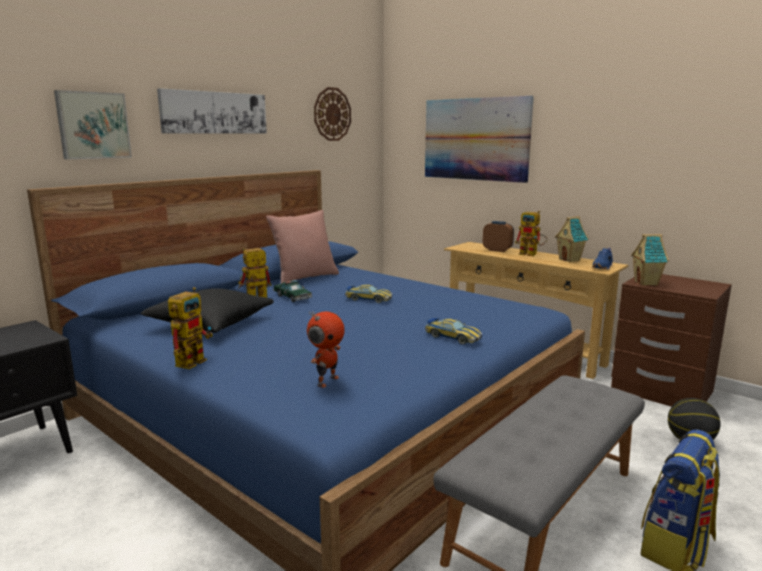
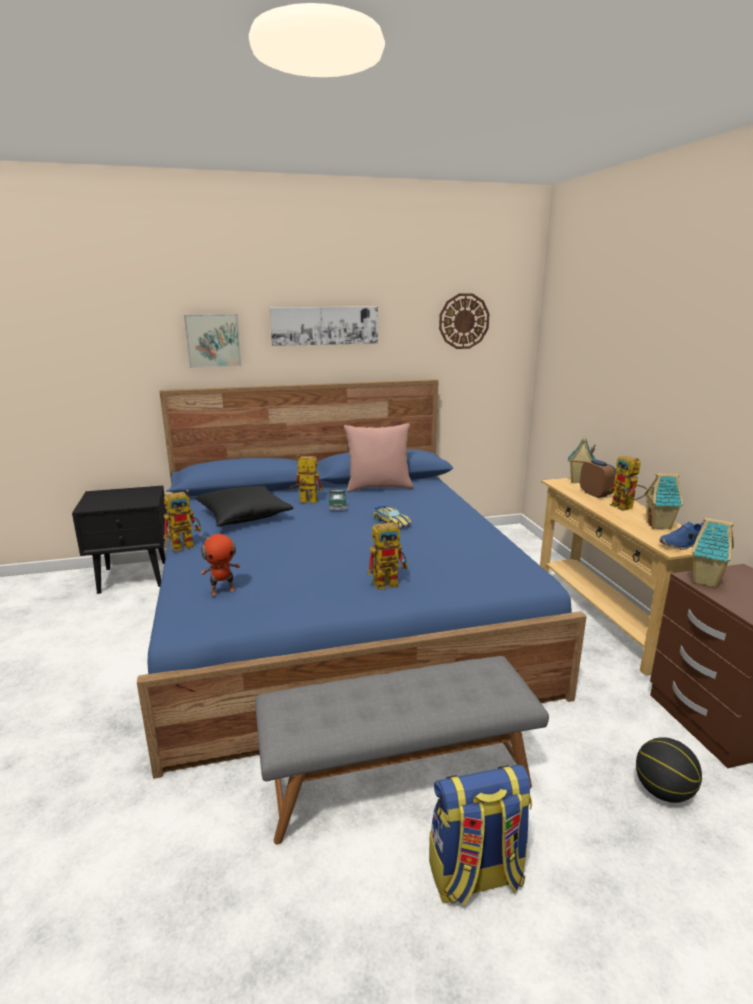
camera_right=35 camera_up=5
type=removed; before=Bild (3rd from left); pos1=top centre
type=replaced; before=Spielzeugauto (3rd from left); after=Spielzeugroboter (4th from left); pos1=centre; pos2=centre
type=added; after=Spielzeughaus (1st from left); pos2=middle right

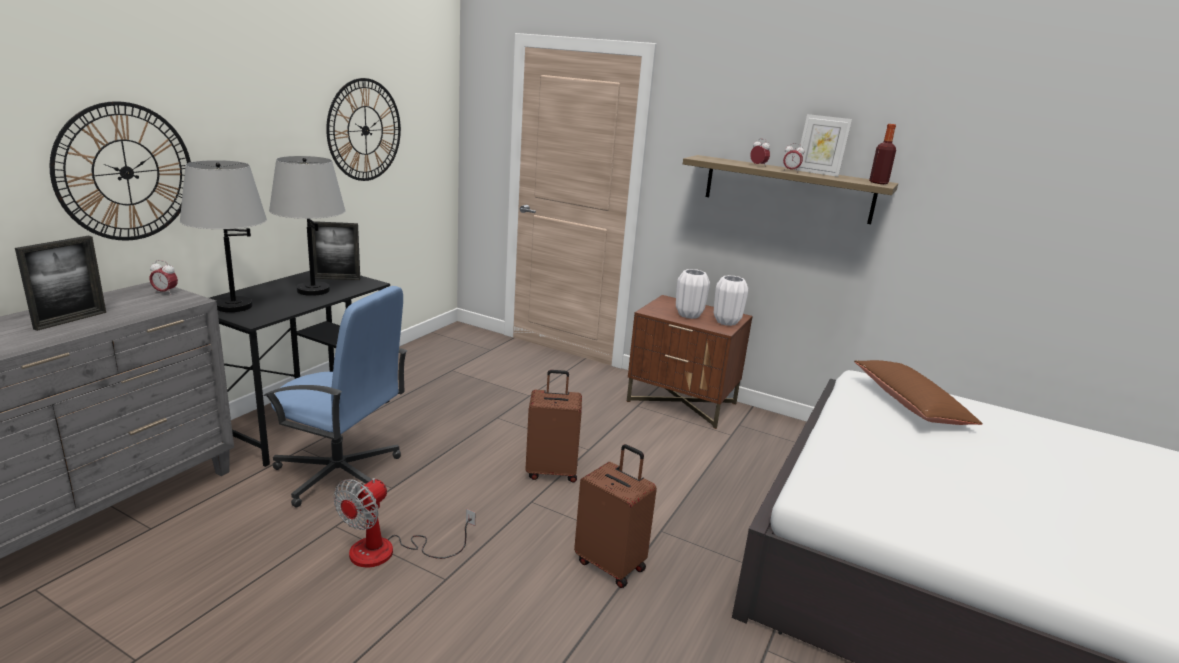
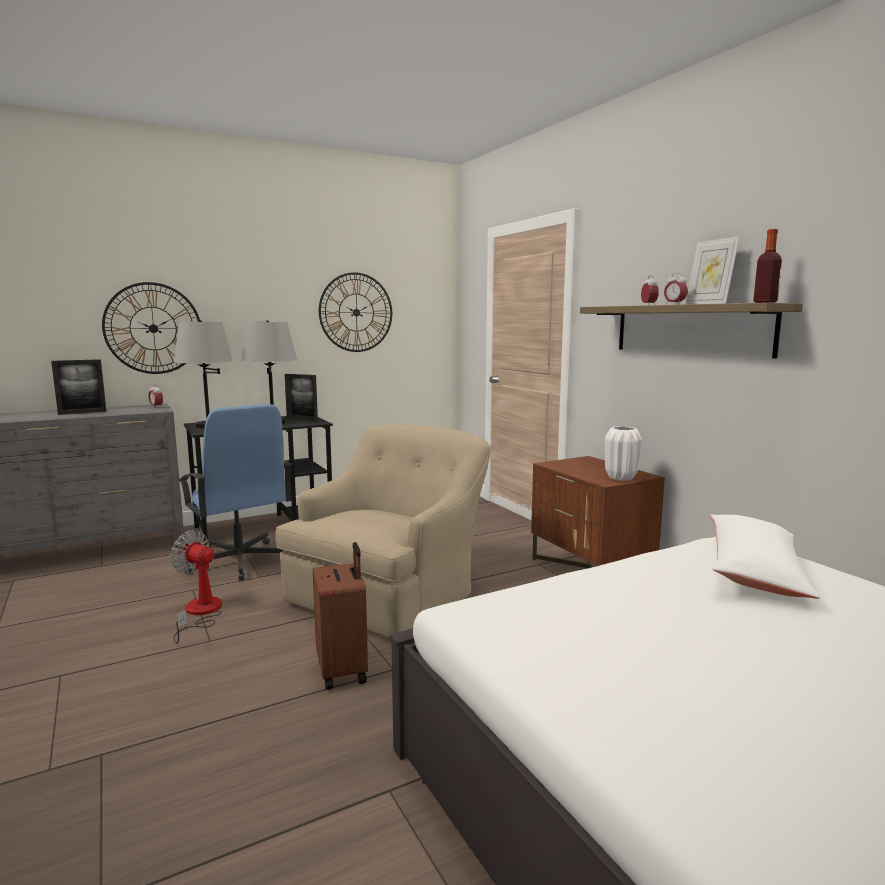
camera_right=35 camera_up=-10
type=removed; before=Vase [weiß] (1st from left); pos1=centre
type=recoloured; before=Kissen [braun]; after=Kissen [weiß]; pos1=middle right; pos2=middle right
type=replaced; before=Koffer [braun] (1st from left); after=Sessel [beige]; pos1=centre; pos2=centre
type=turned; before=Ventilator; pos1=bottom centre; pos2=middle left; turn=60

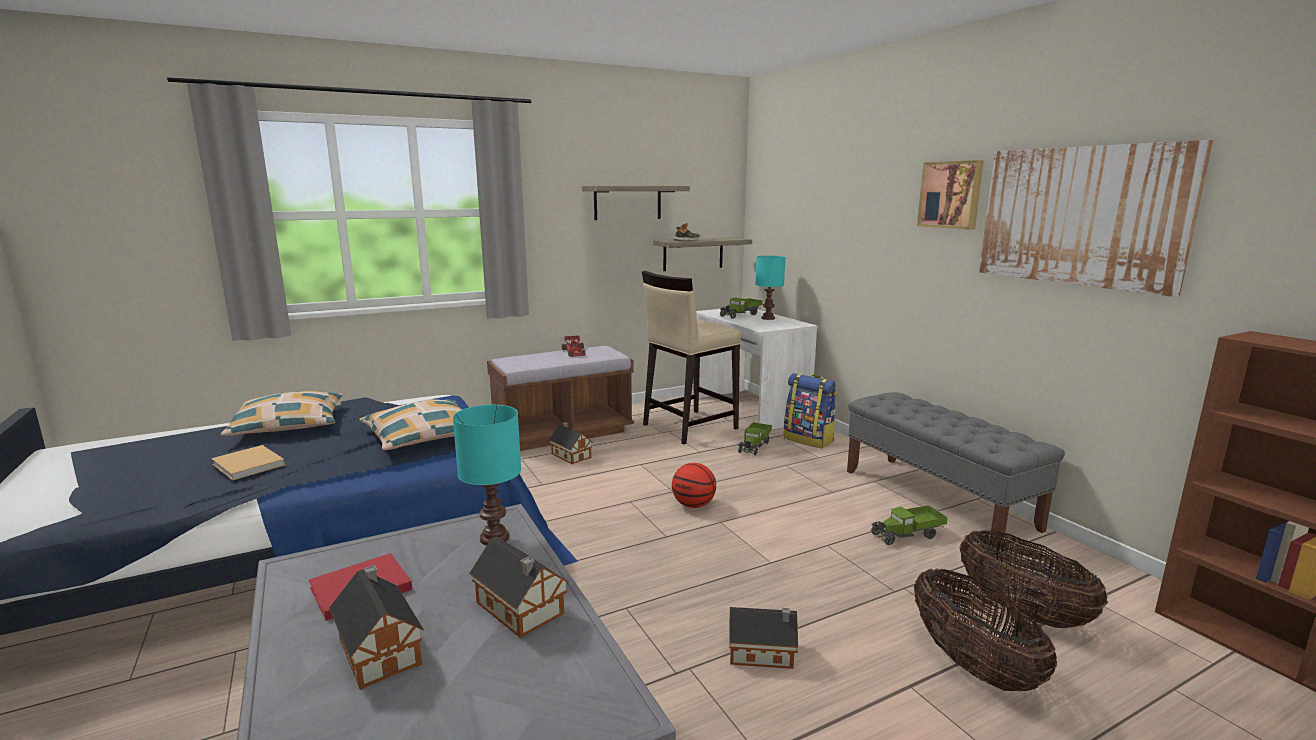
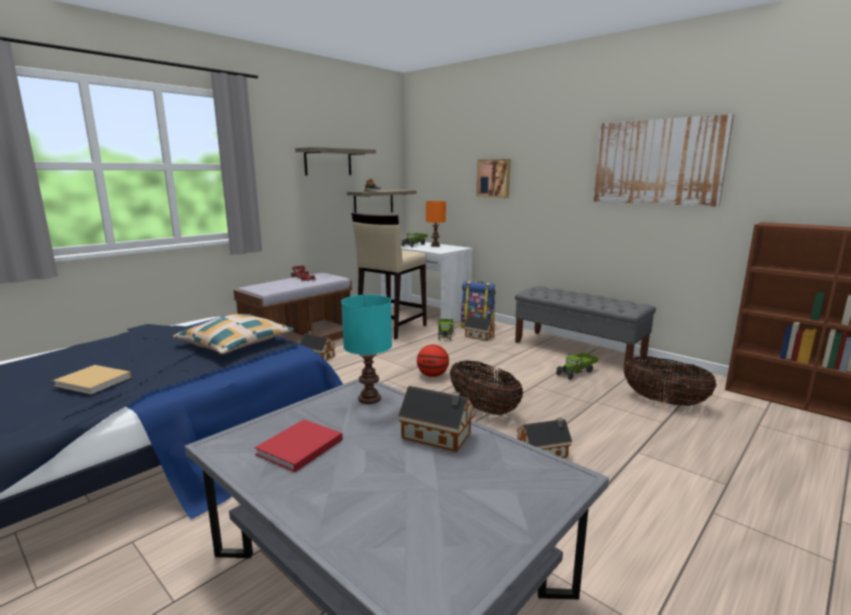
camera_right=-20 camera_up=0
type=moved; before=Bild (1st from left); pos1=top right; pos2=top centre
type=recoloured; before=Tischlampe [türkis] (2nd from left); after=Tischlampe [orange]; pos1=centre; pos2=centre
type=removed; before=Kissen (1st from left); pos1=middle left
type=moved; before=Spielzeughaus (1st from left in the first image); after=Spielzeughaus (3rd from left); pos1=bottom left; pos2=centre
type=moved; before=Korb (1st from left); pos1=bottom right; pos2=centre

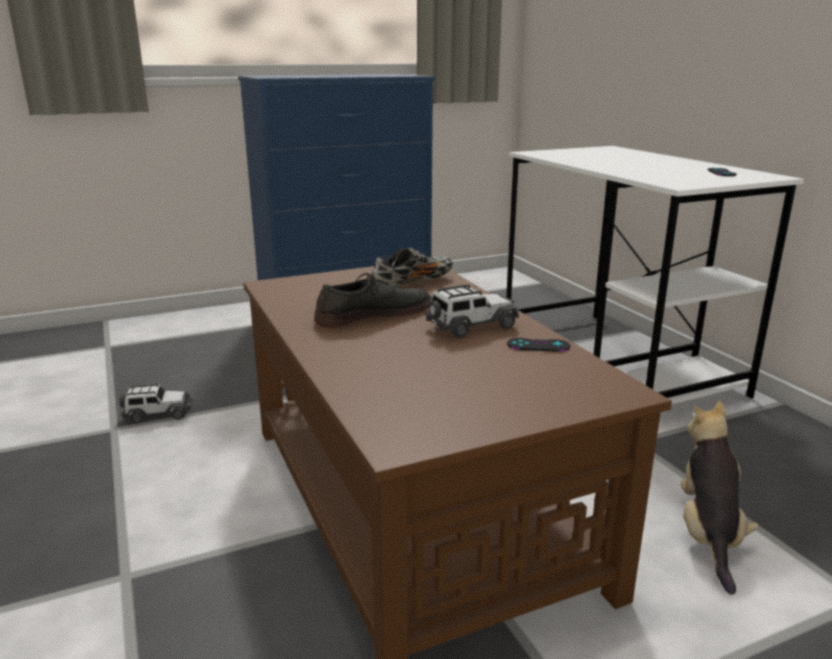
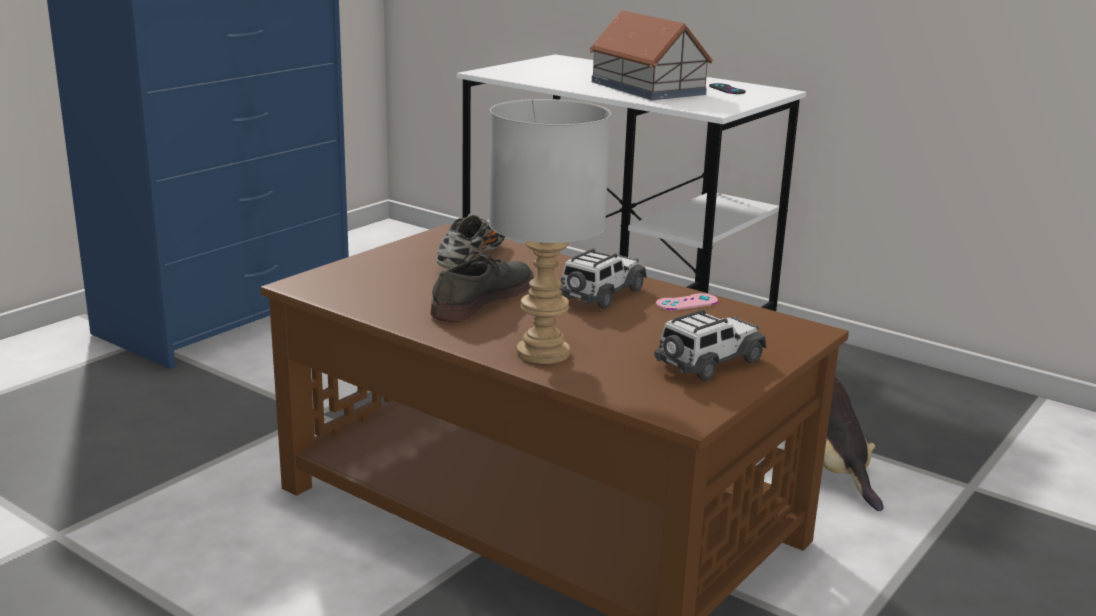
camera_right=-30 camera_up=0
type=recoloured; before=Gamepad [schwarz] (1st from left); after=Gamepad [rosa]; pos1=centre; pos2=centre
type=moved; before=Spielzeugauto (1st from left in the first image); after=Spielzeugauto (2nd from left); pos1=middle left; pos2=centre
type=added; after=Spielzeughaus; pos2=top centre
type=added; after=Tischlampe [grau]; pos2=centre

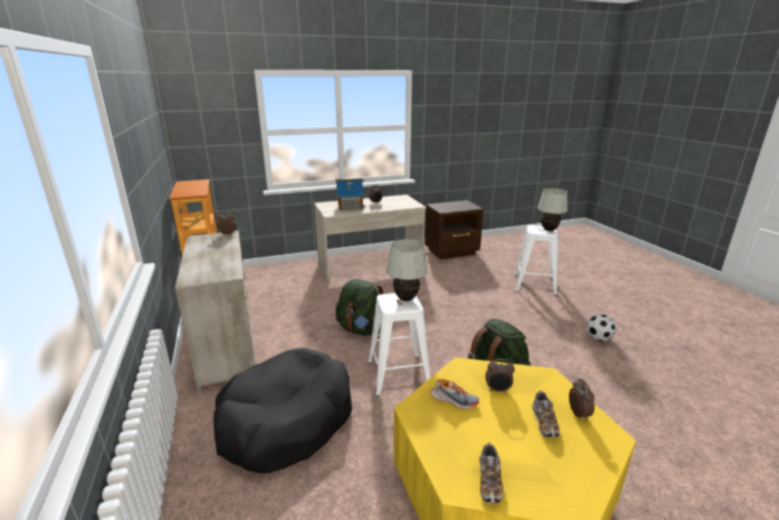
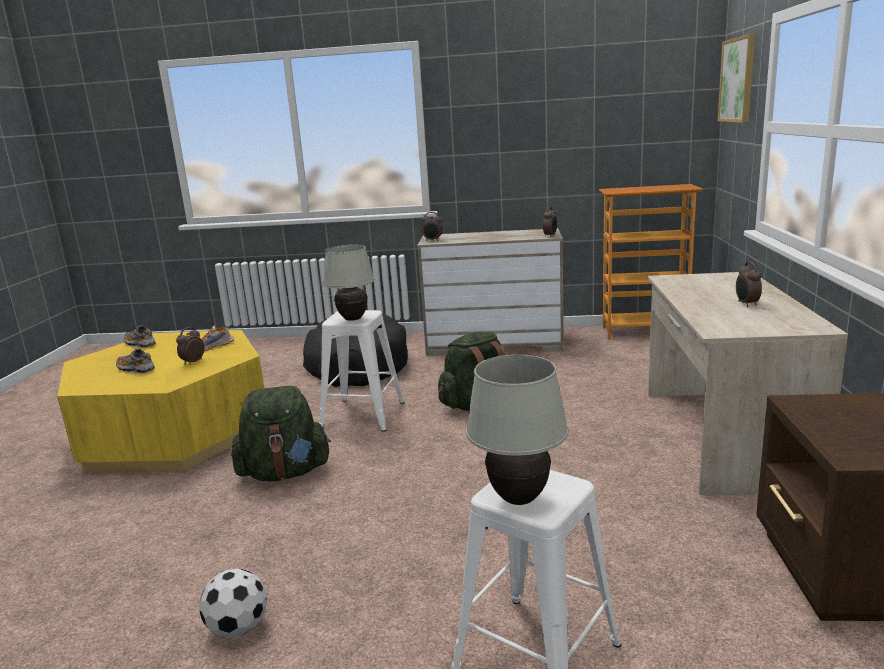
camera_right=115 camera_up=-5
type=removed; before=Spielzeughaus; pos1=centre
type=moved; before=Wecker (4th from left in the first image); after=Wecker (2nd from left); pos1=bottom right; pos2=centre
type=added; after=Bild; pos2=top right

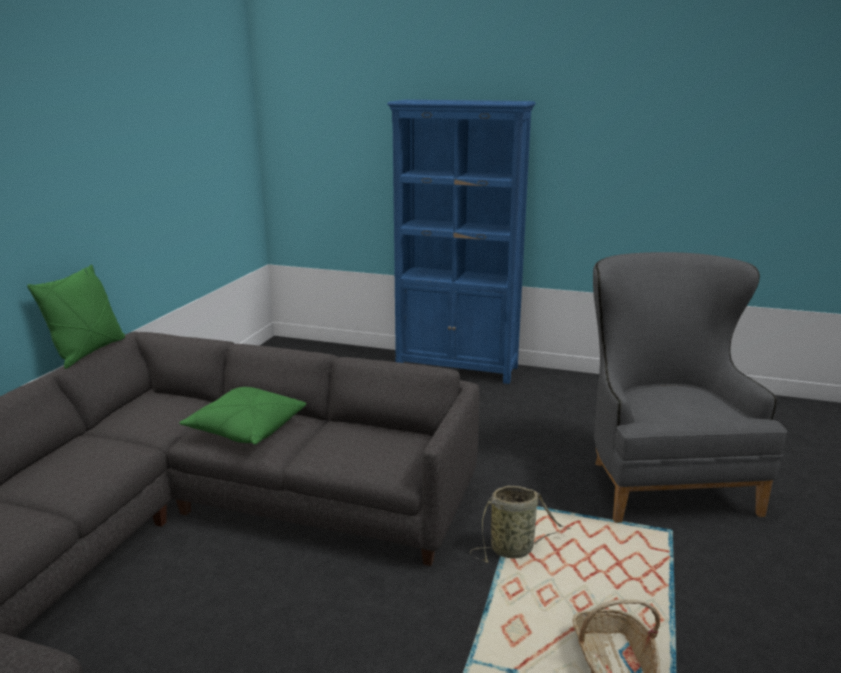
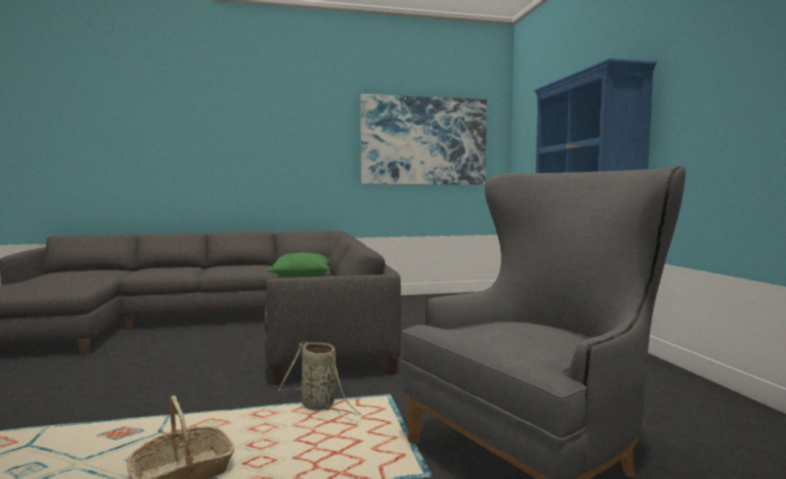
camera_right=60 camera_up=-15
type=removed; before=Kissen [grün] (1st from left); pos1=middle left
type=added; after=Bild; pos2=top centre

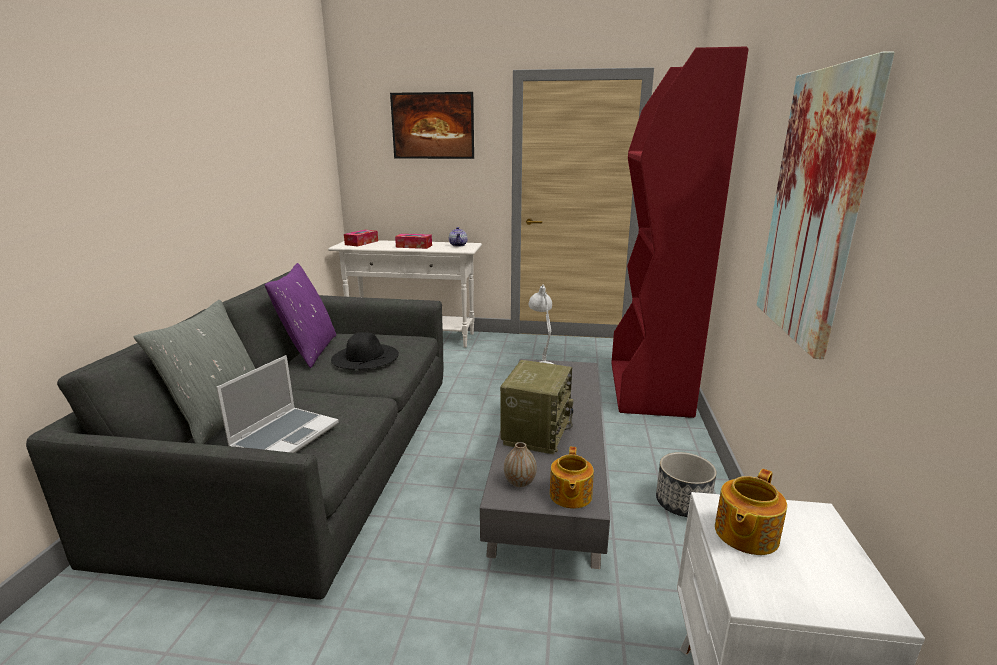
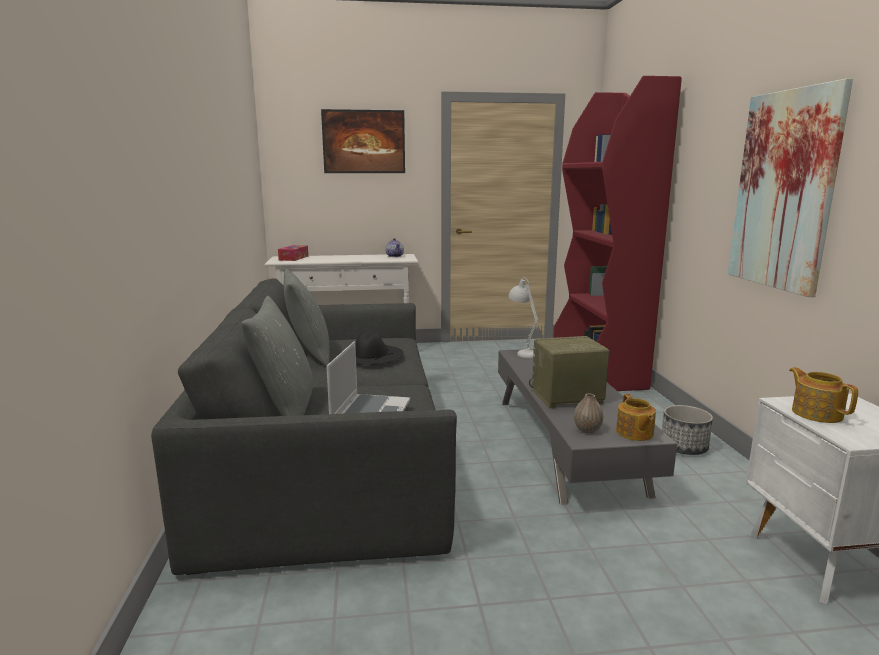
camera_right=-15 camera_up=-5
type=removed; before=Taschentuchbox (2nd from left); pos1=centre
type=recoloured; before=Kissen [lila]; after=Kissen [grau] (2nd from left); pos1=middle left; pos2=centre
type=turned; before=Radio; pos1=centre; pos2=centre; turn=-105
type=turned; before=Teekanne (3rd from left); pos1=bottom right; pos2=middle right; turn=135

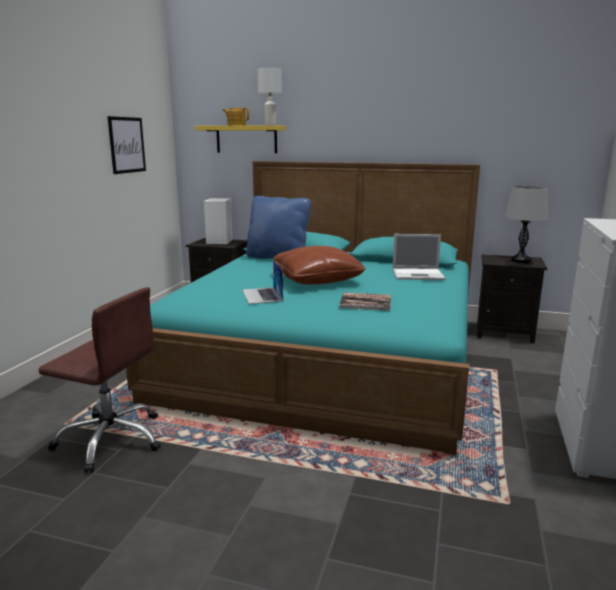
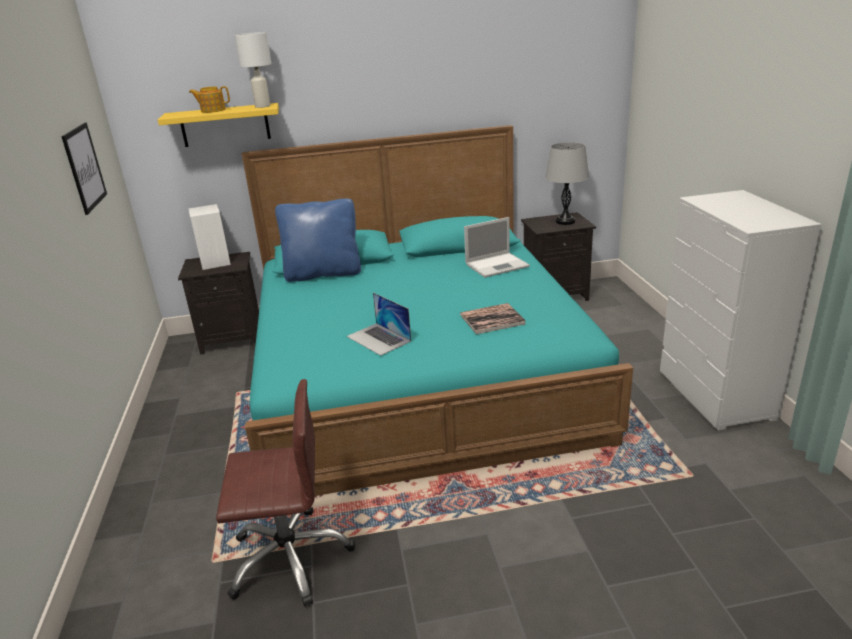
camera_right=-25 camera_up=10
type=removed; before=Kissen [braun]; pos1=centre

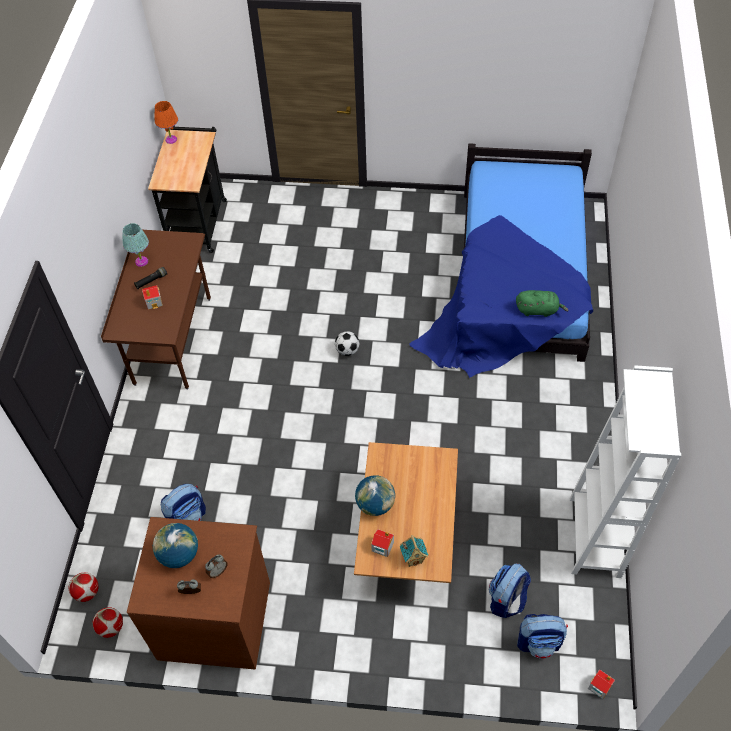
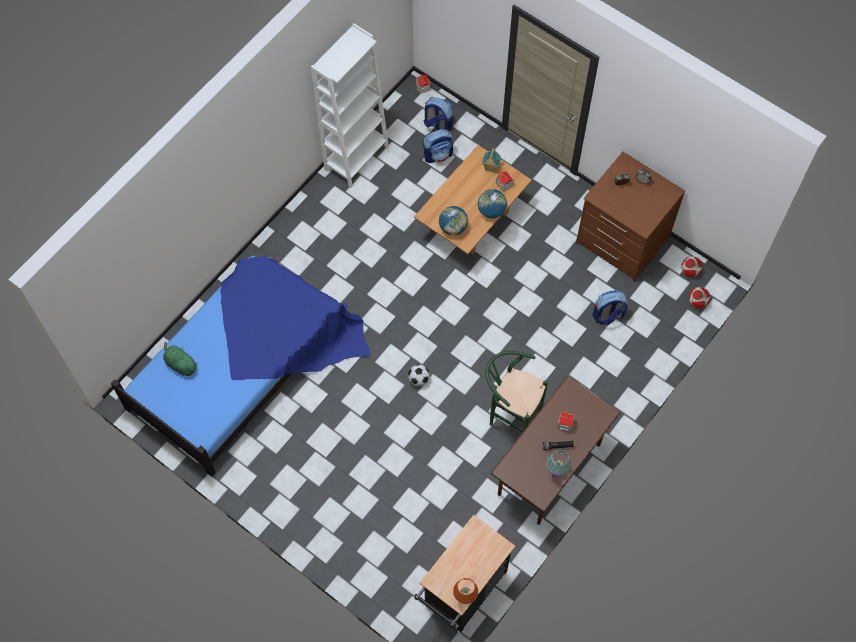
camera_right=-150 camera_up=10
type=moved; before=Plüschtier [grün]; pos1=middle right; pos2=middle left
type=moved; before=Globus (1st from left); pos1=bottom left; pos2=centre
type=added; after=Hocker [grün]; pos2=centre

